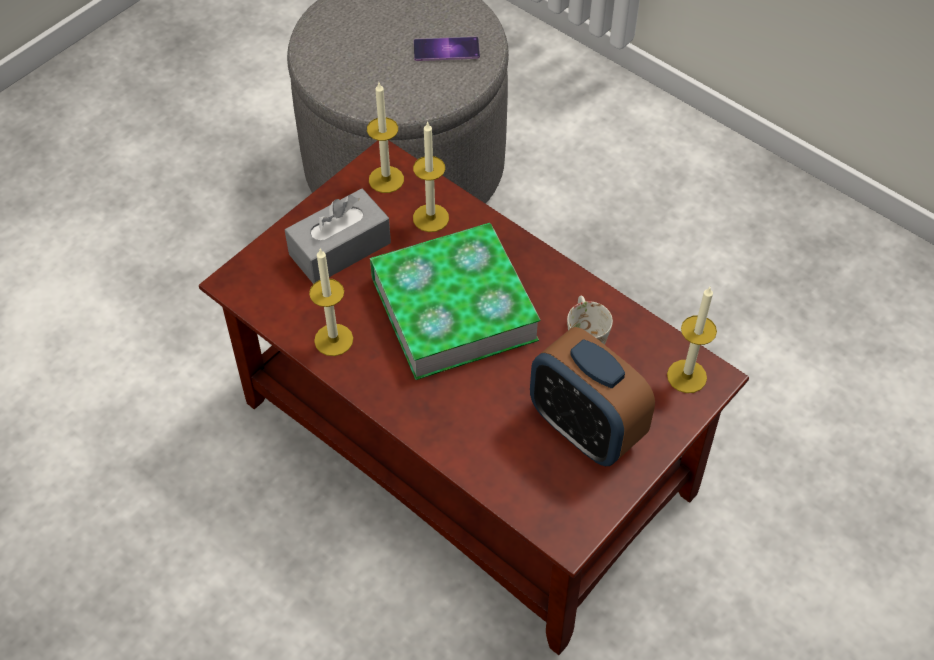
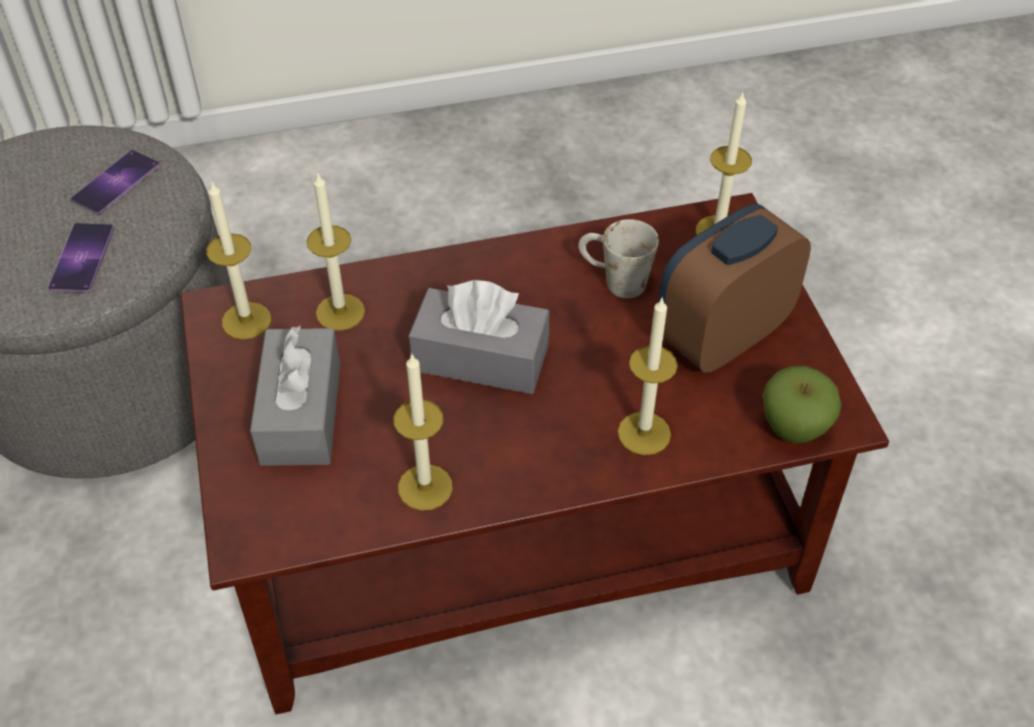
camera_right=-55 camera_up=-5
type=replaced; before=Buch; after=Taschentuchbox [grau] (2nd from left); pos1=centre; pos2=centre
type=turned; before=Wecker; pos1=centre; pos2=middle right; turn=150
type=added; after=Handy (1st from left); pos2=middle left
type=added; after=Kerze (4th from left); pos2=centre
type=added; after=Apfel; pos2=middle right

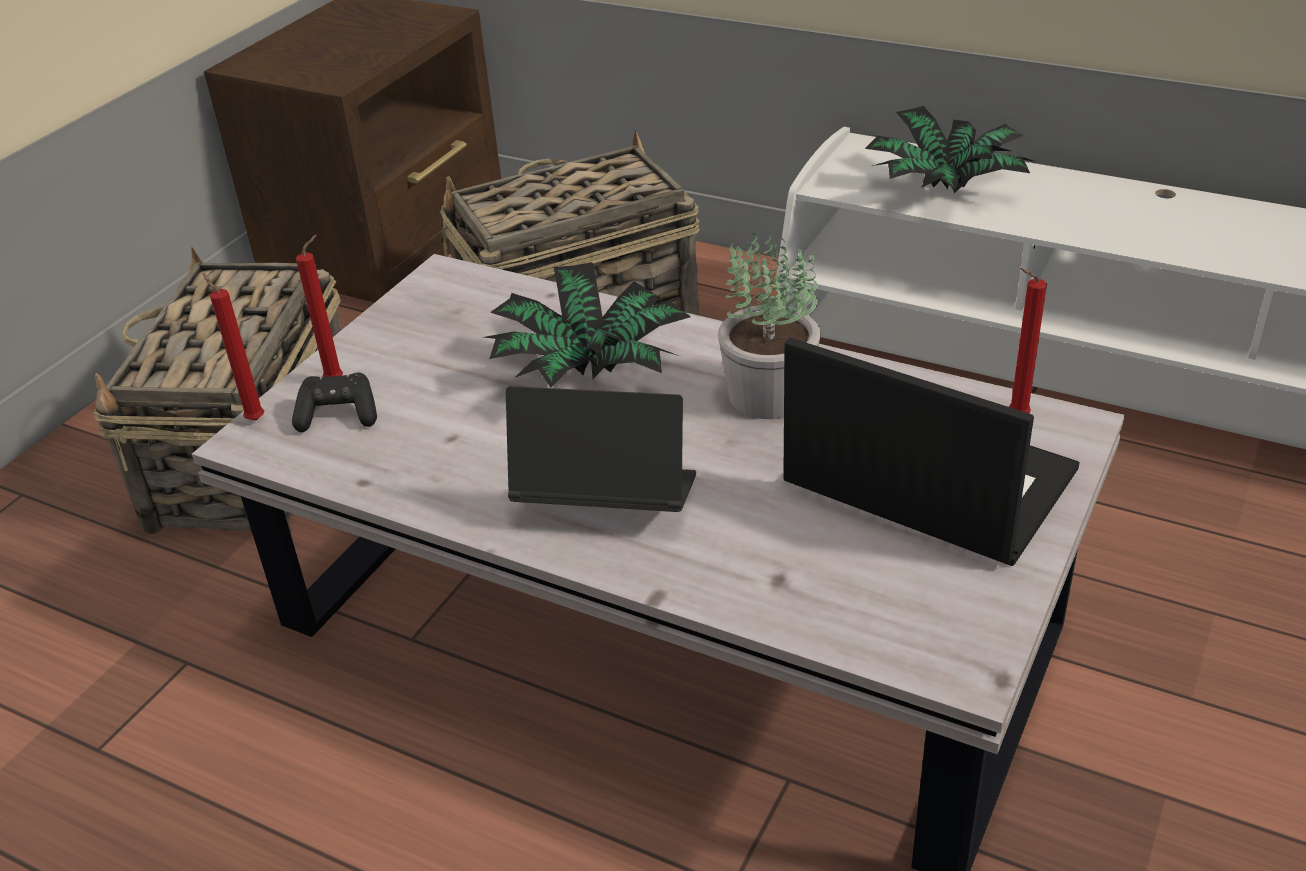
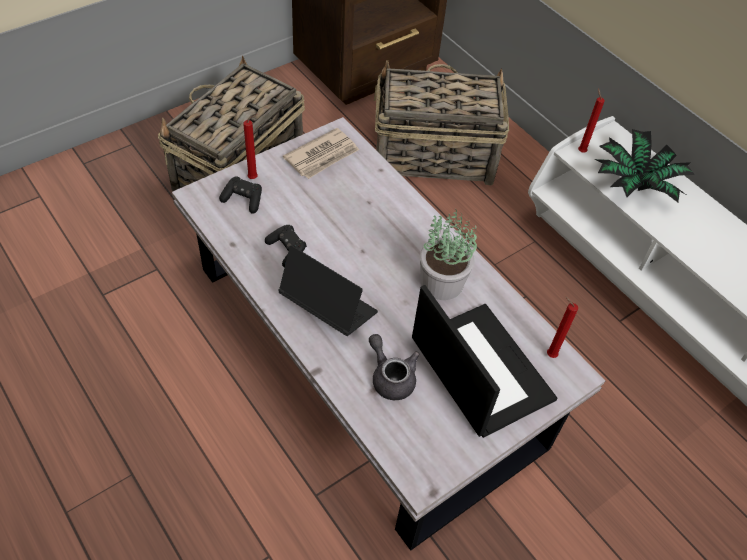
camera_right=20 camera_up=15
type=removed; before=Topfpflanze (1st from left); pos1=centre
type=moved; before=Kerze [rot] (1st from left in the first image); after=Kerze [rot] (3rd from left); pos1=middle left; pos2=top right
type=added; after=Zeitung; pos2=top centre
type=added; after=Gamepad [schwarz] (2nd from left); pos2=centre
type=added; after=Teekanne [grau]; pos2=centre

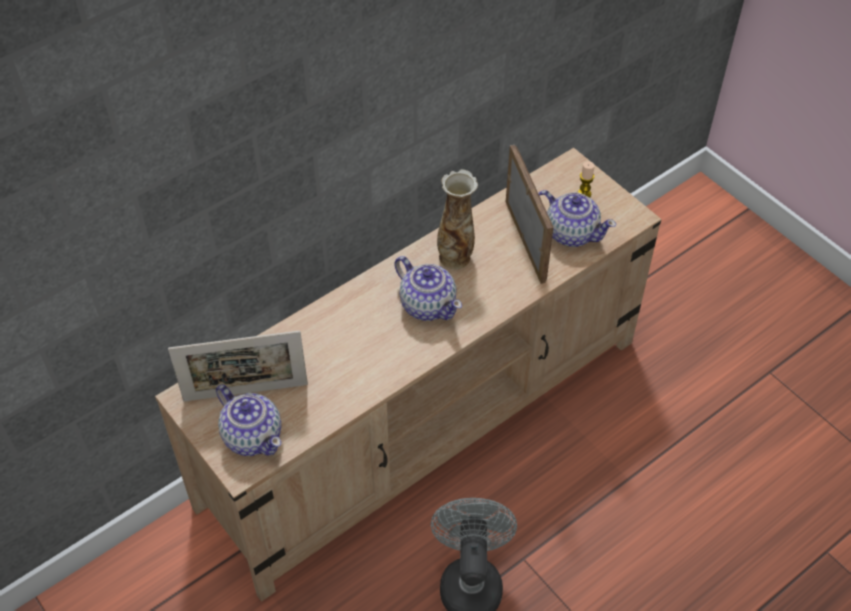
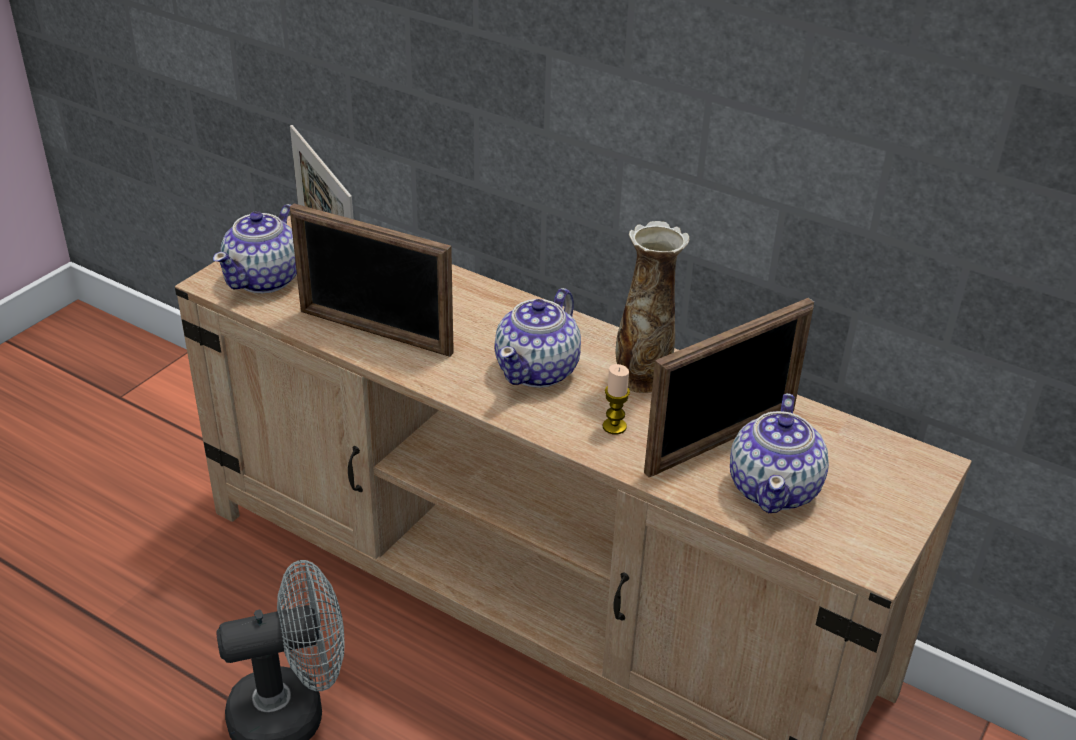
camera_right=70 camera_up=-15
type=moved; before=Kerze; pos1=top right; pos2=centre
type=added; after=Bilderrahmen (2nd from left); pos2=centre

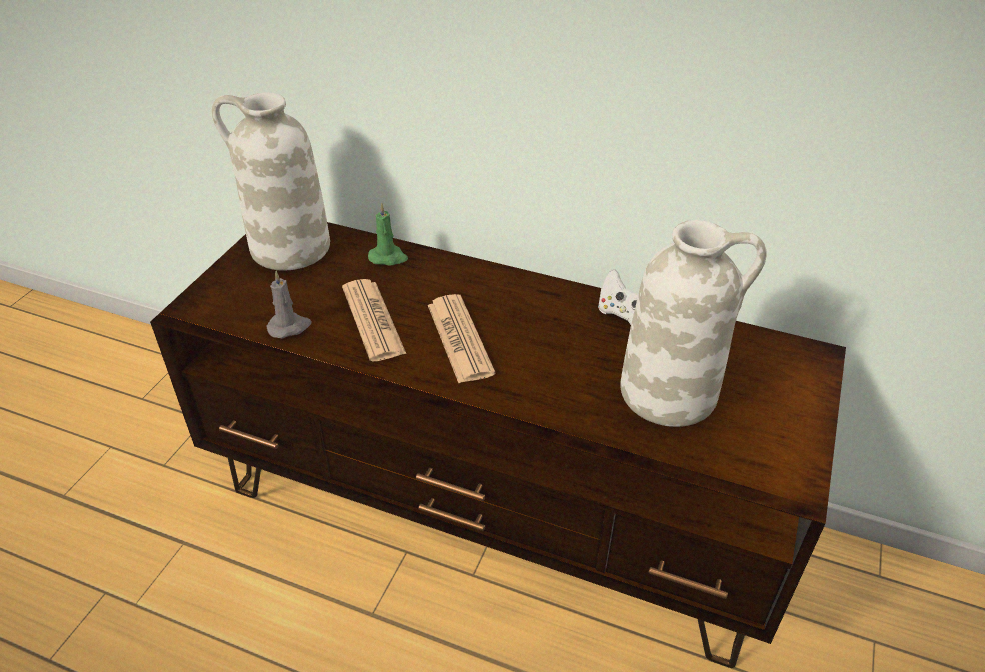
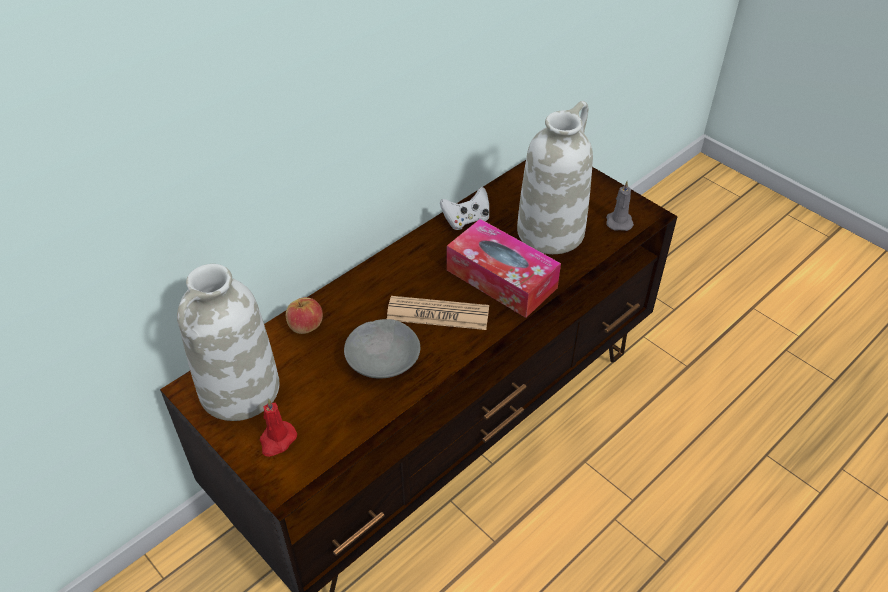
camera_right=-65 camera_up=5
type=replaced; before=Kerze [grün]; after=Apfel; pos1=centre; pos2=centre
type=moved; before=Kerze [grau]; pos1=middle left; pos2=middle right
type=replaced; before=Zeitung (1st from left); after=Schüssel [grau]; pos1=centre; pos2=centre
type=added; after=Taschentuchbox; pos2=centre
type=added; after=Kerze [rot]; pos2=bottom left

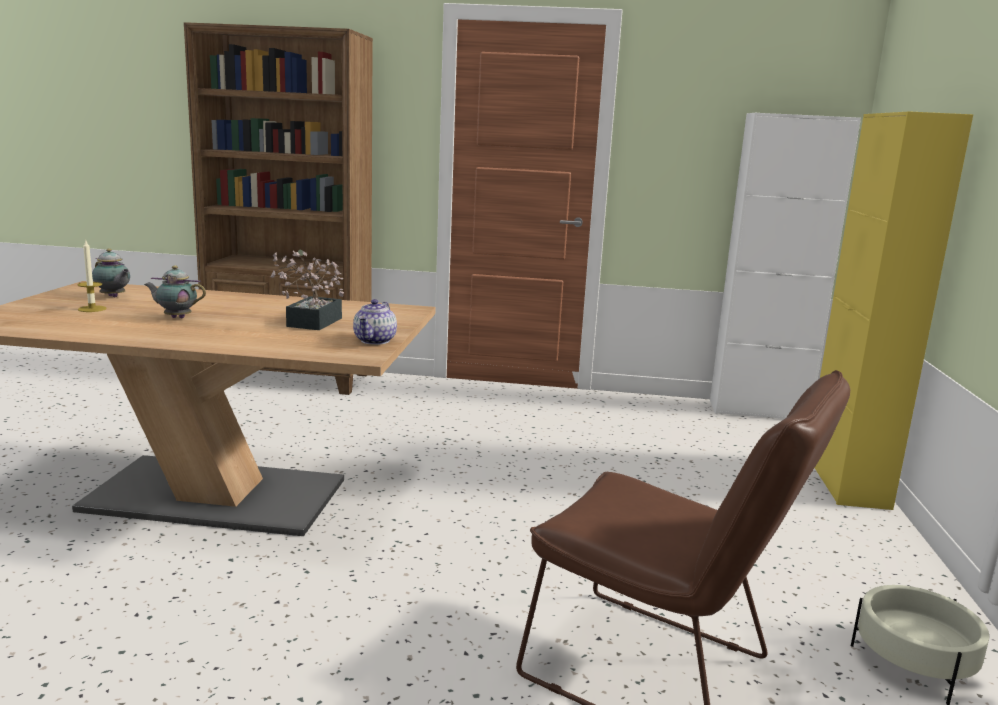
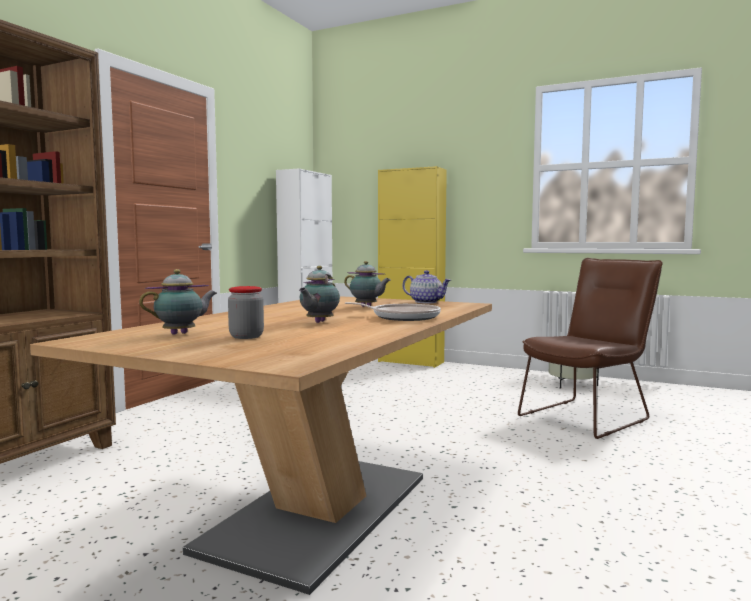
camera_right=-70 camera_up=-10
type=replaced; before=Kerze; after=Vorratsglas; pos1=middle left; pos2=middle left
type=replaced; before=Topfpflanze; after=Teekanne (3rd from left); pos1=middle left; pos2=centre
type=added; after=Pfanne; pos2=centre

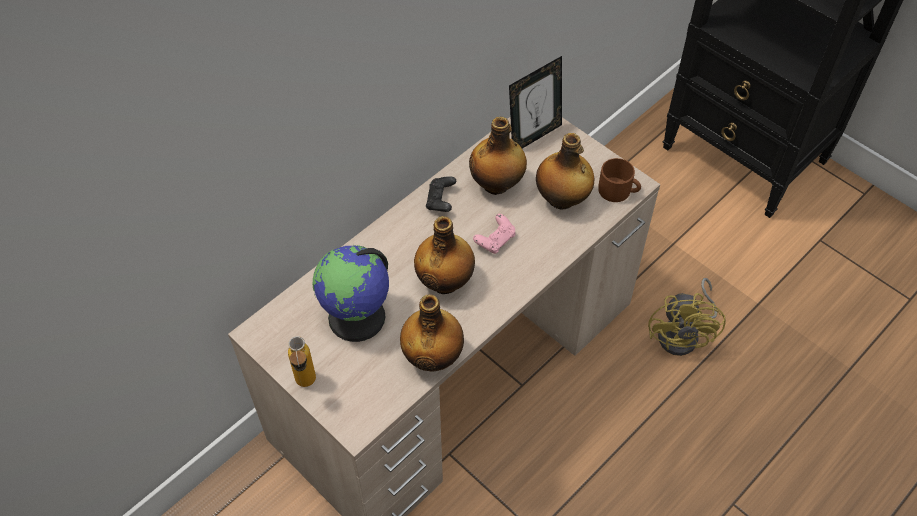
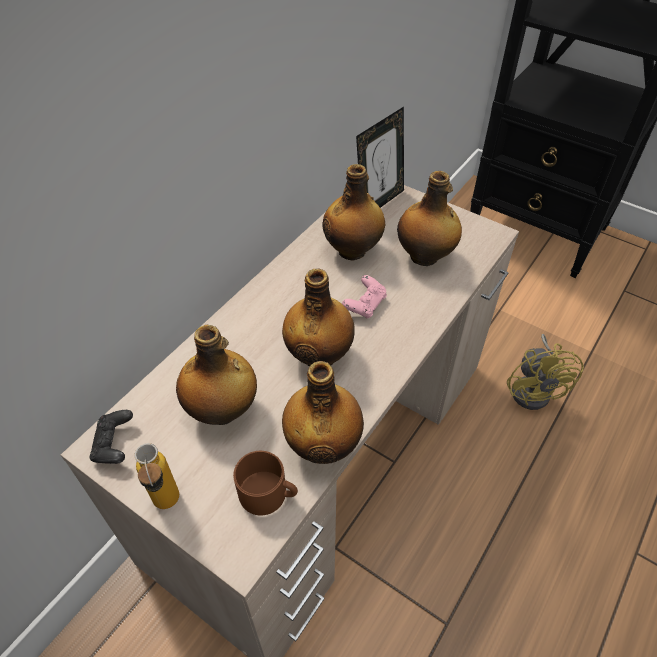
camera_right=-10 camera_up=-5
type=moved; before=Henkelbecher [braun]; pos1=middle right; pos2=bottom centre
type=moved; before=Gamepad [schwarz]; pos1=centre; pos2=middle left
type=replaced; before=Globus; after=Flasche (2nd from left); pos1=centre; pos2=middle left

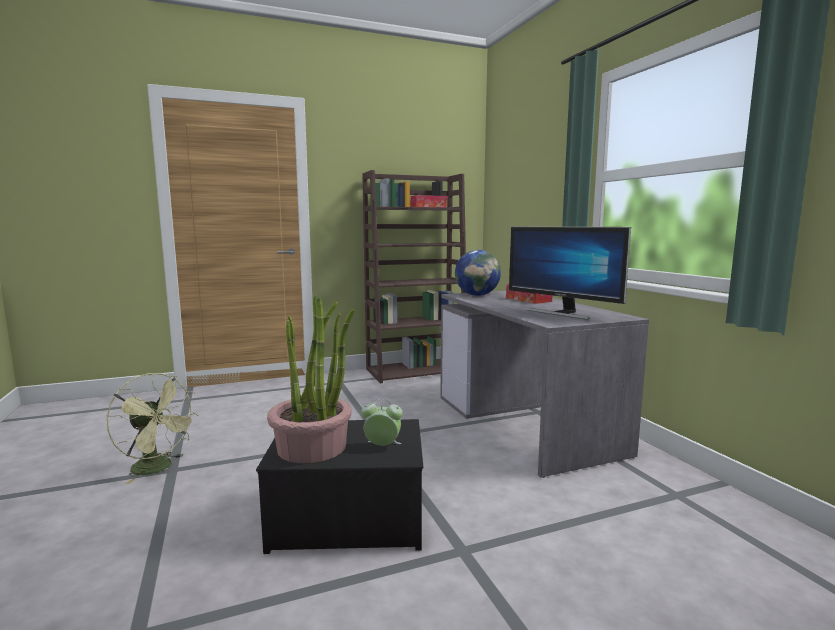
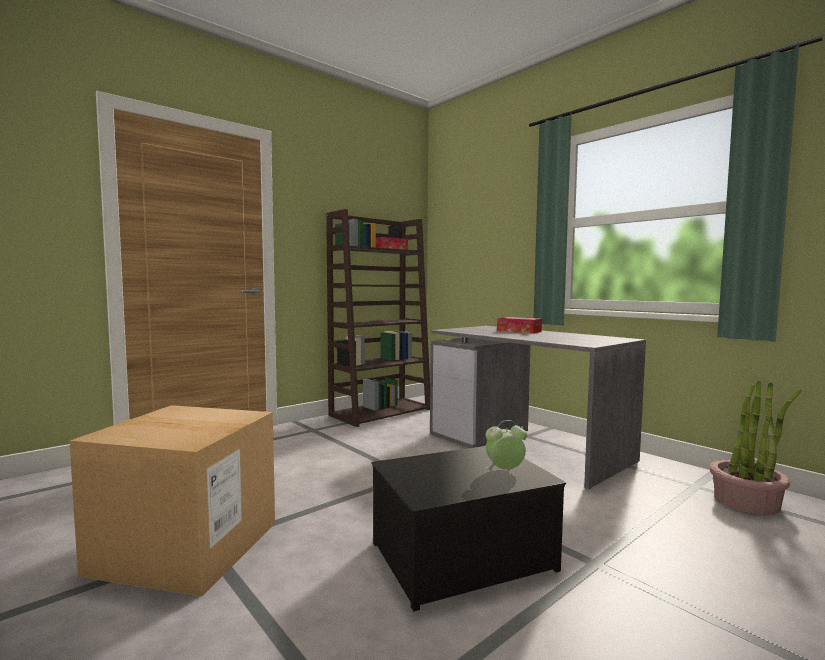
camera_right=-20 camera_up=-5
type=removed; before=Monitor; pos1=middle right
type=removed; before=Globus; pos1=centre
type=moved; before=Topfpflanze; pos1=centre; pos2=bottom right
type=replaced; before=Ventilator [grün]; after=Karton; pos1=bottom left; pos2=bottom left

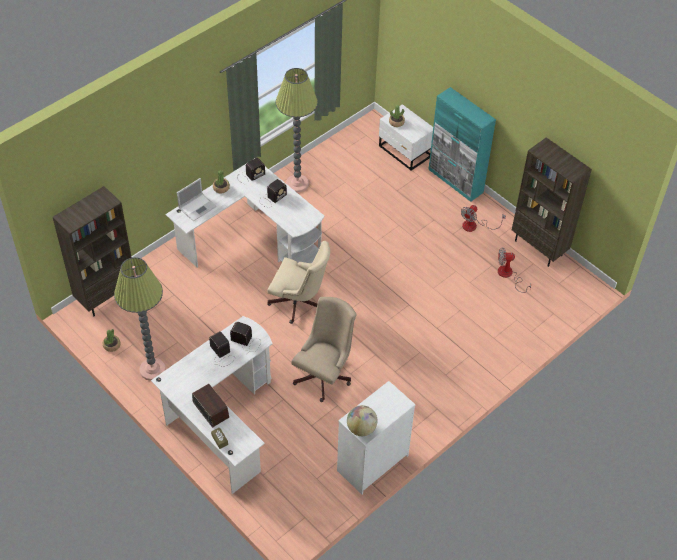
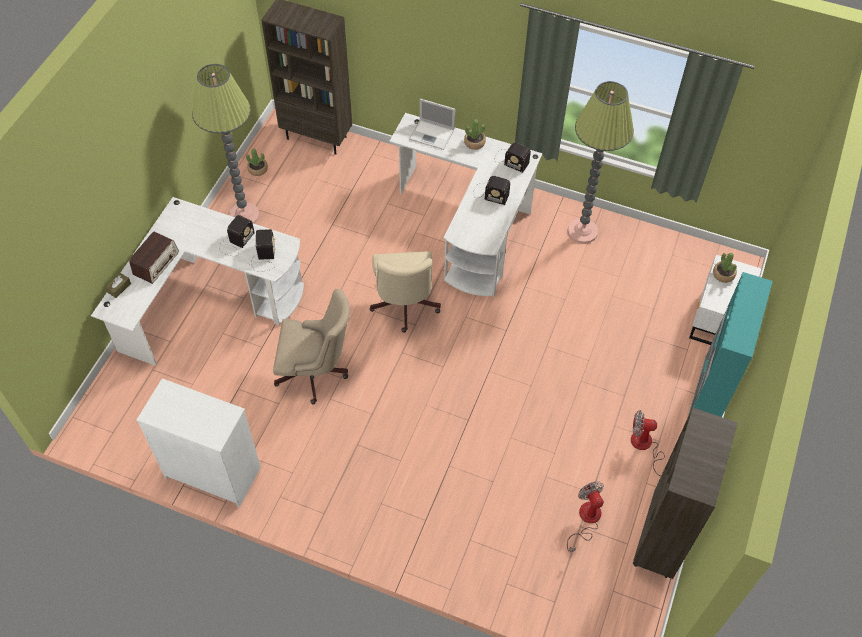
camera_right=65 camera_up=5
type=removed; before=Globus; pos1=bottom centre

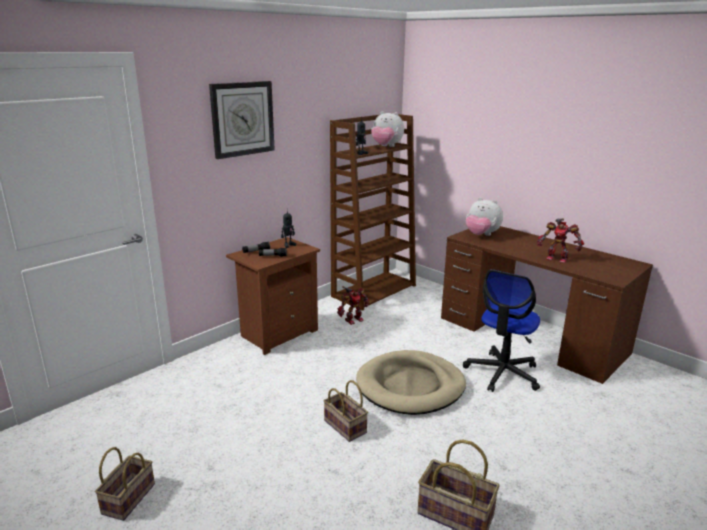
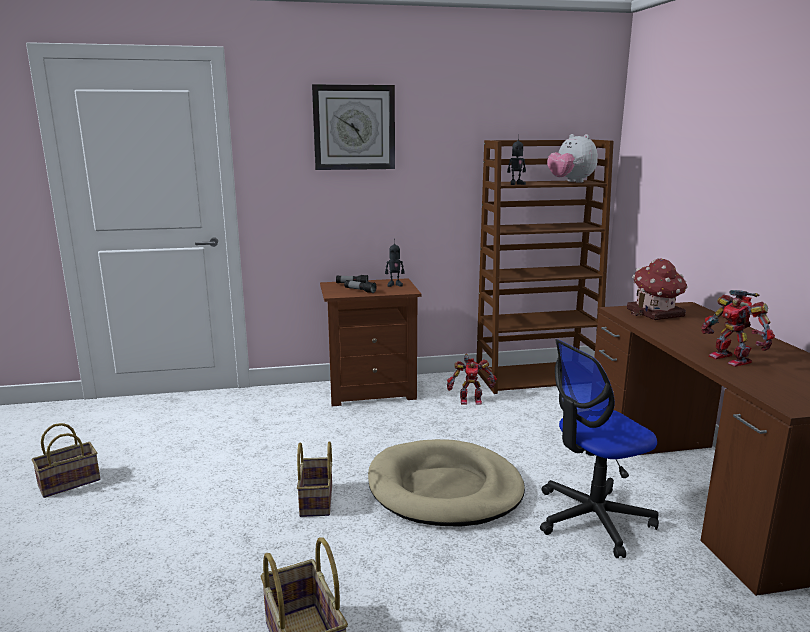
camera_right=35 camera_up=-5
type=replaced; before=Plüschtier (2nd from left); after=Spielzeughaus; pos1=middle right; pos2=middle right

